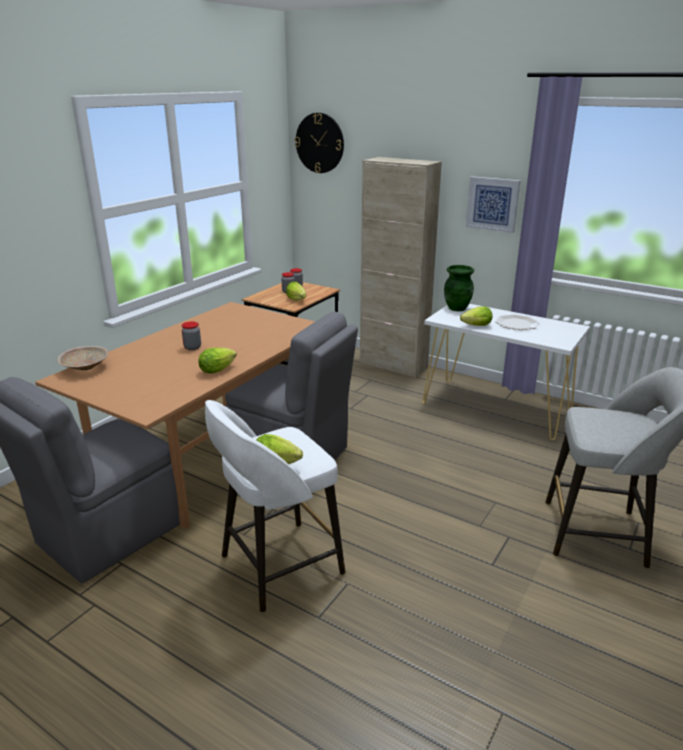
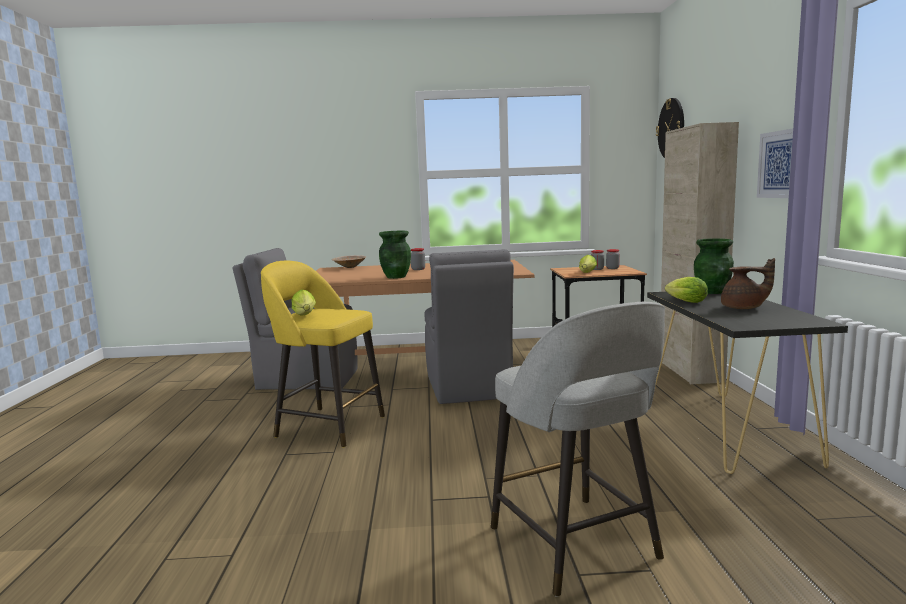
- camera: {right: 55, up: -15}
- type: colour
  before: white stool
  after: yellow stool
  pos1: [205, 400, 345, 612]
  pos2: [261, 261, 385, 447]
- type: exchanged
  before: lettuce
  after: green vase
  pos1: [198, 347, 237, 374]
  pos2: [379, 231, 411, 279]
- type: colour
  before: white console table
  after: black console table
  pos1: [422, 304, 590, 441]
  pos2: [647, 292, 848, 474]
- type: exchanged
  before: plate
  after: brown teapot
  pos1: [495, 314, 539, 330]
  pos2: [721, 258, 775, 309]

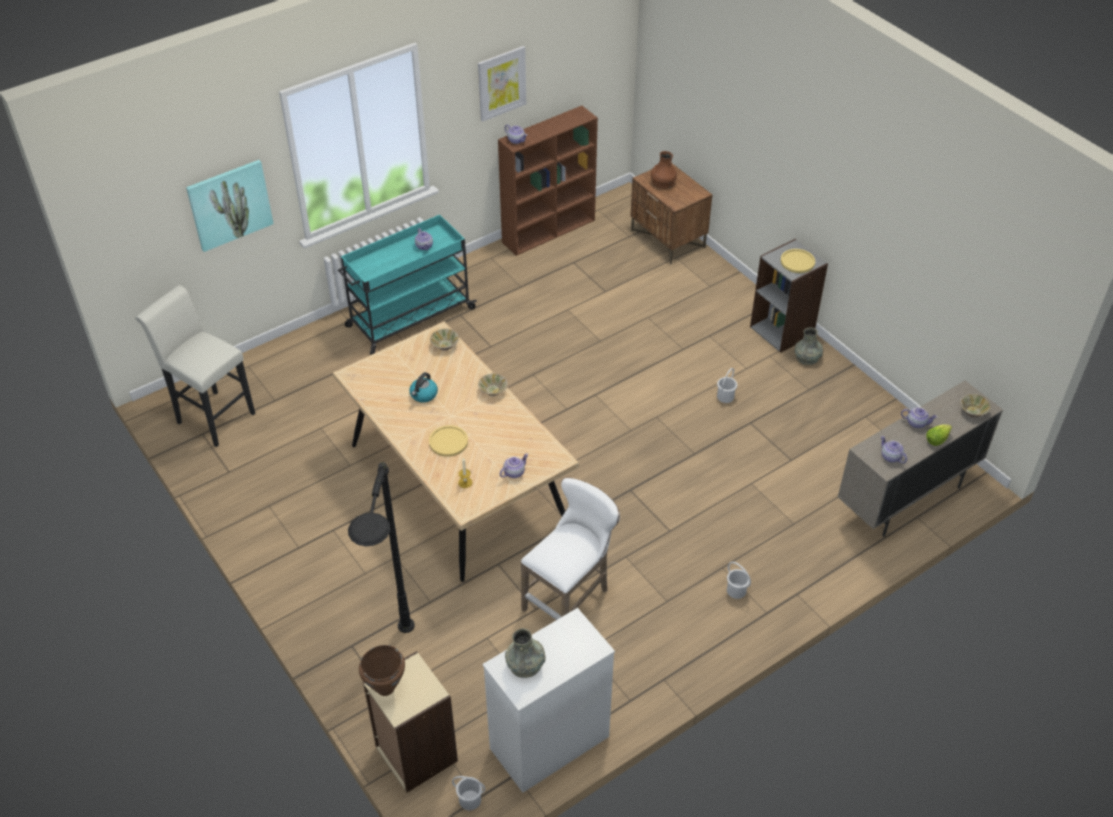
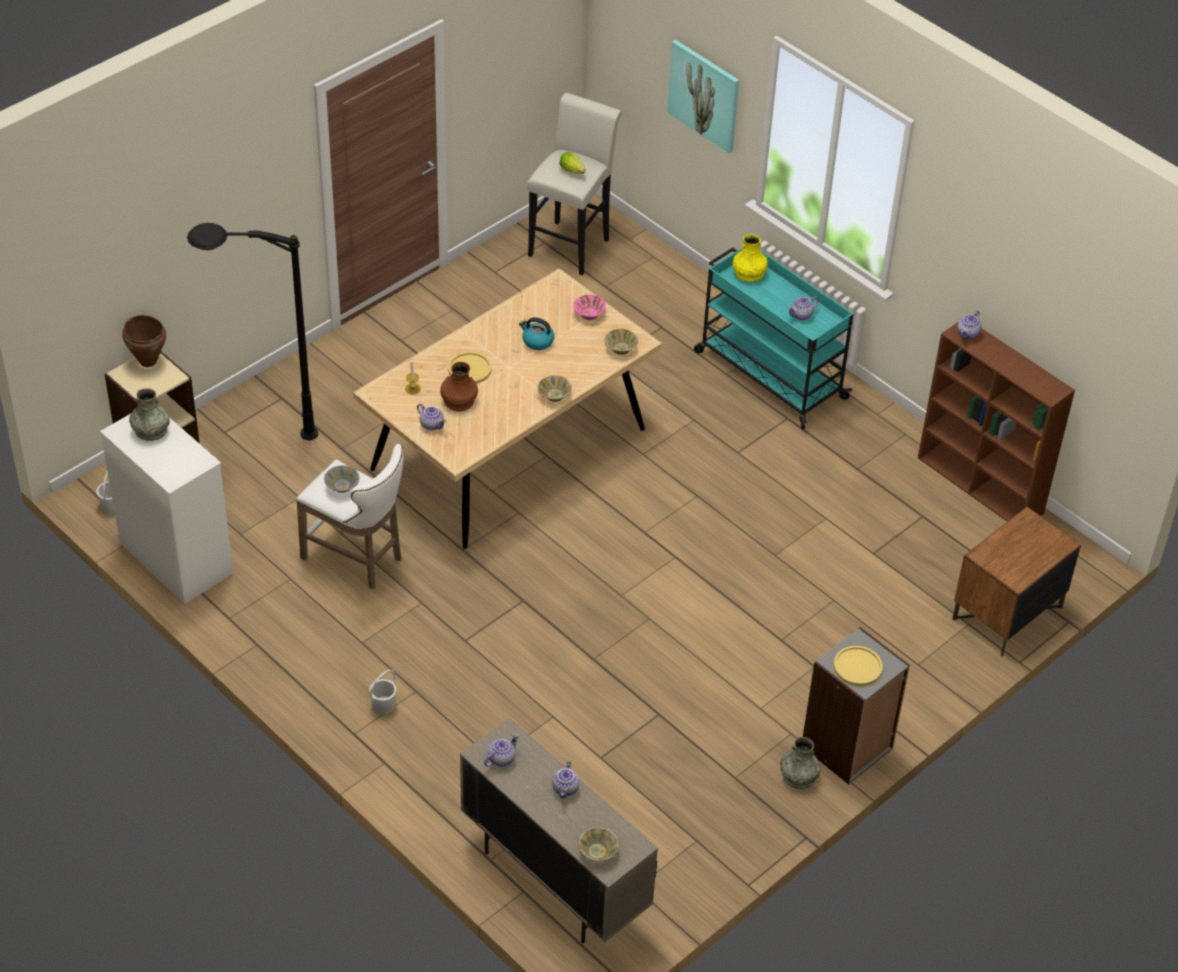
- camera: {right: 80, up: 0}
- type: appeared
  after: grey bowl
  pos2: [324, 465, 359, 493]
- type: relocated
  before: brown vase
  pos1: [651, 151, 677, 189]
  pos2: [440, 362, 478, 412]
- type: relocated
  before: lettuce
  pos1: [926, 424, 952, 446]
  pos2: [560, 152, 586, 174]
- type: appeared
  after: pink bowl
  pos2: [573, 295, 606, 320]
- type: appeared
  after: yellow vase
  pos2: [733, 234, 768, 282]
- type: missing
  before: picture
  pos1: [478, 46, 526, 122]
- type: missing
  before: white bucket
  pos1: [717, 368, 737, 403]

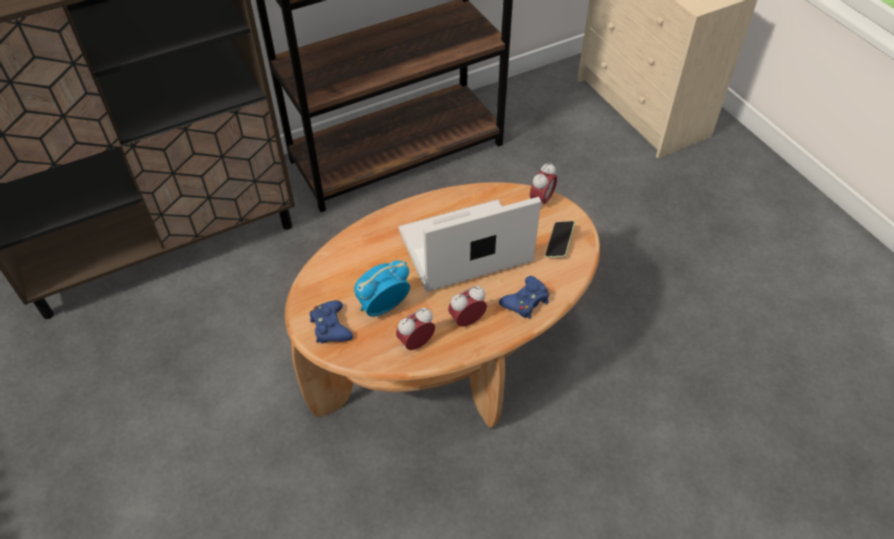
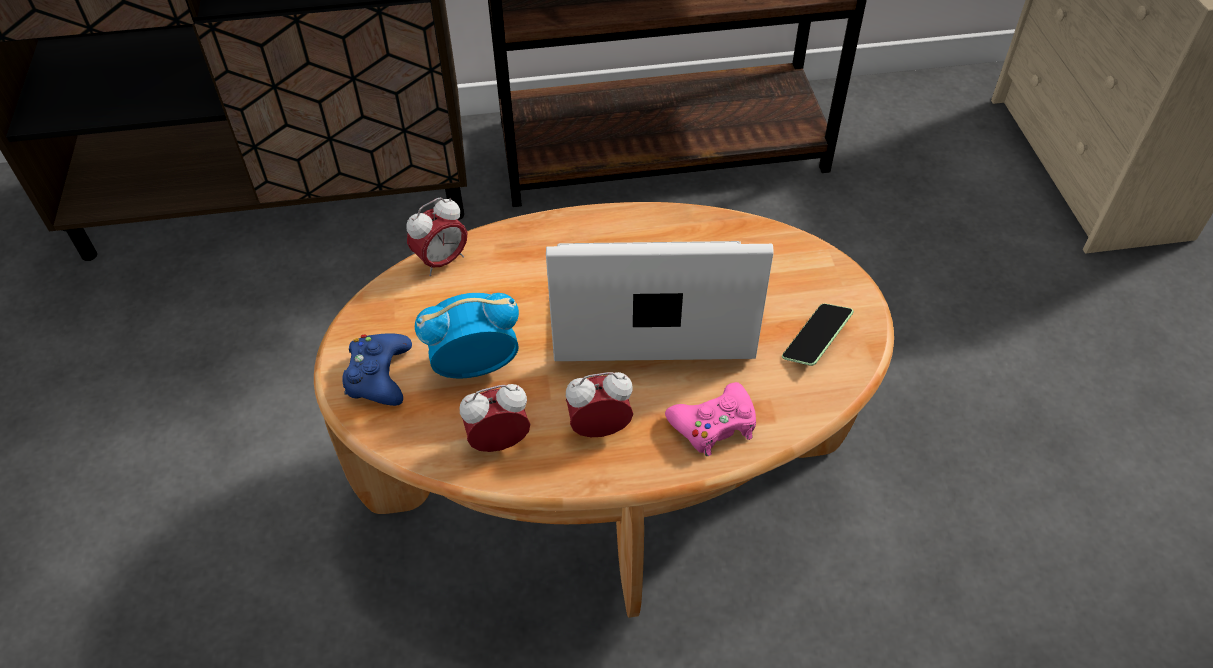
- camera: {right: 20, up: 0}
- type: relocated
  before: alarm clock
  pos1: [530, 162, 557, 209]
  pos2: [406, 197, 467, 276]
- type: colour
  before: blue game controller
  after: pink game controller
  pos1: [499, 276, 549, 319]
  pos2: [665, 382, 756, 456]

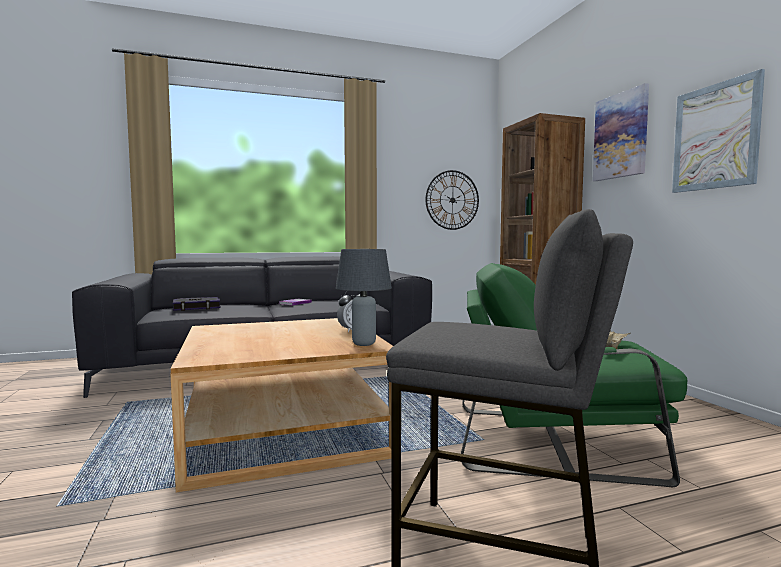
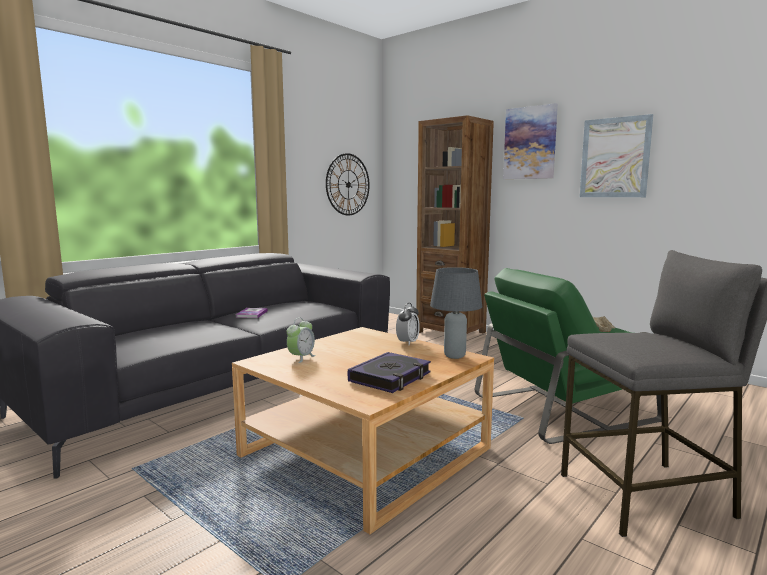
- camera: {right: -30, up: 5}
- type: appeared
  after: alarm clock
  pos2: [287, 318, 316, 363]
- type: relocated
  before: book
  pos1: [173, 297, 221, 311]
  pos2: [348, 352, 431, 393]

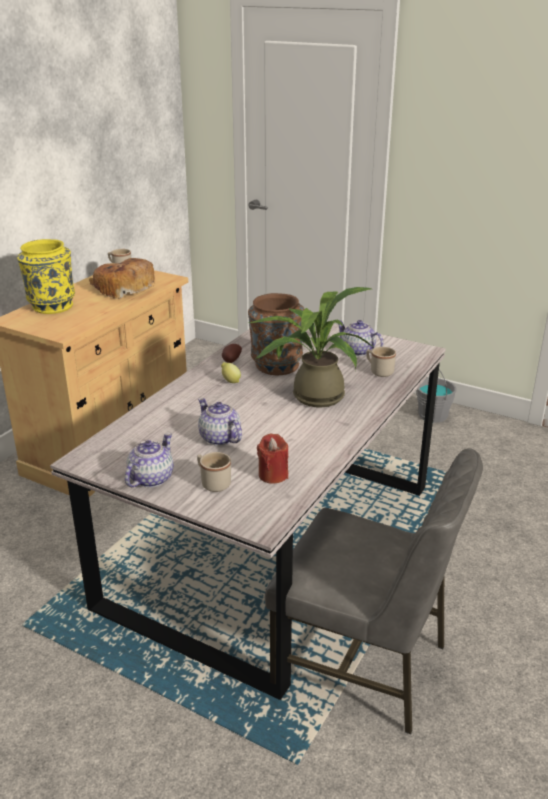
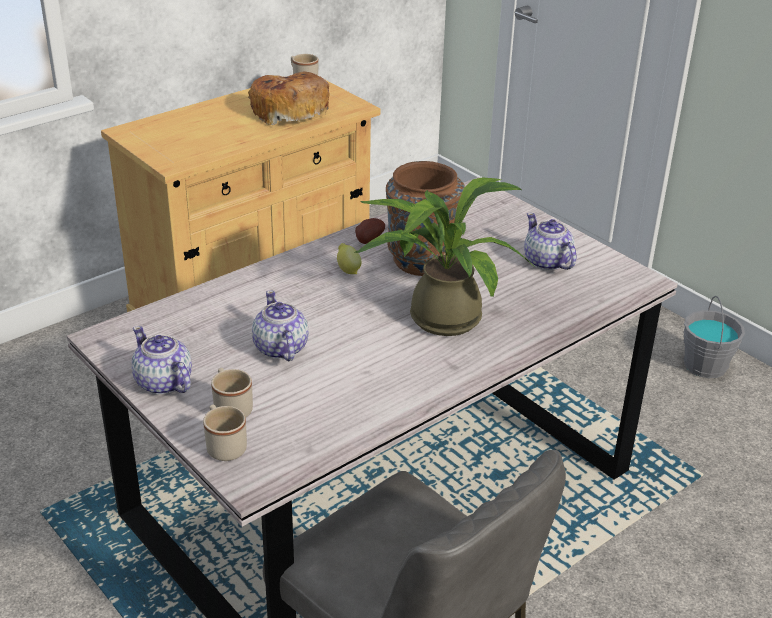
- camera: {right: 20, up: 5}
- type: spun
  before: teapot
  pos1: [125, 433, 174, 488]
  pos2: [132, 326, 192, 395]
  turn: -90
- type: relocated
  before: beige mug
  pos1: [366, 347, 396, 377]
  pos2: [203, 404, 247, 461]
- type: missing
  before: yellow vase
  pos1: [17, 239, 75, 314]
- type: missing
  before: red candle
  pos1: [257, 434, 289, 484]

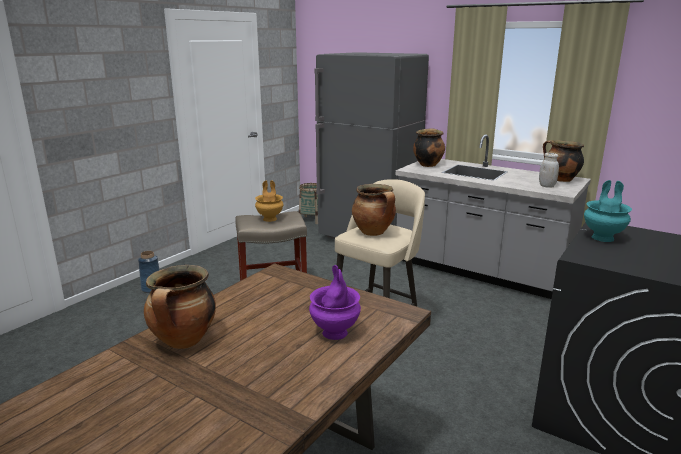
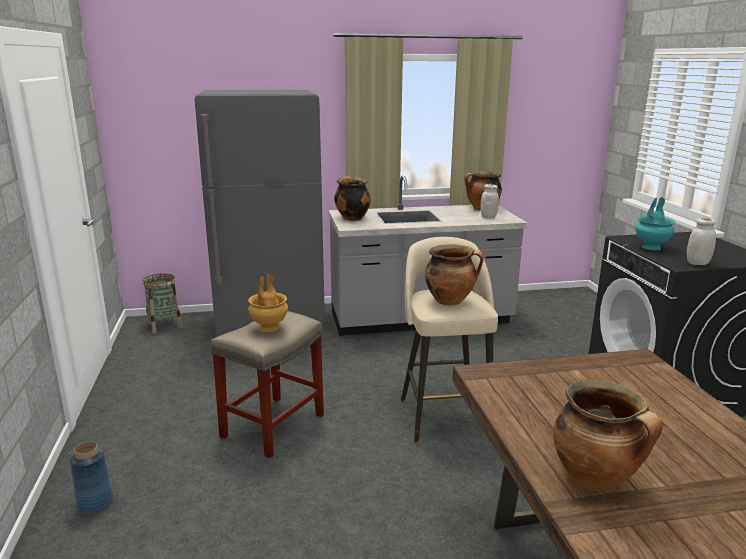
- camera: {right: -45, up: 0}
- type: appeared
  after: white jar
  pos2: [687, 218, 716, 265]
- type: missing
  before: purple vase
  pos1: [309, 265, 361, 340]

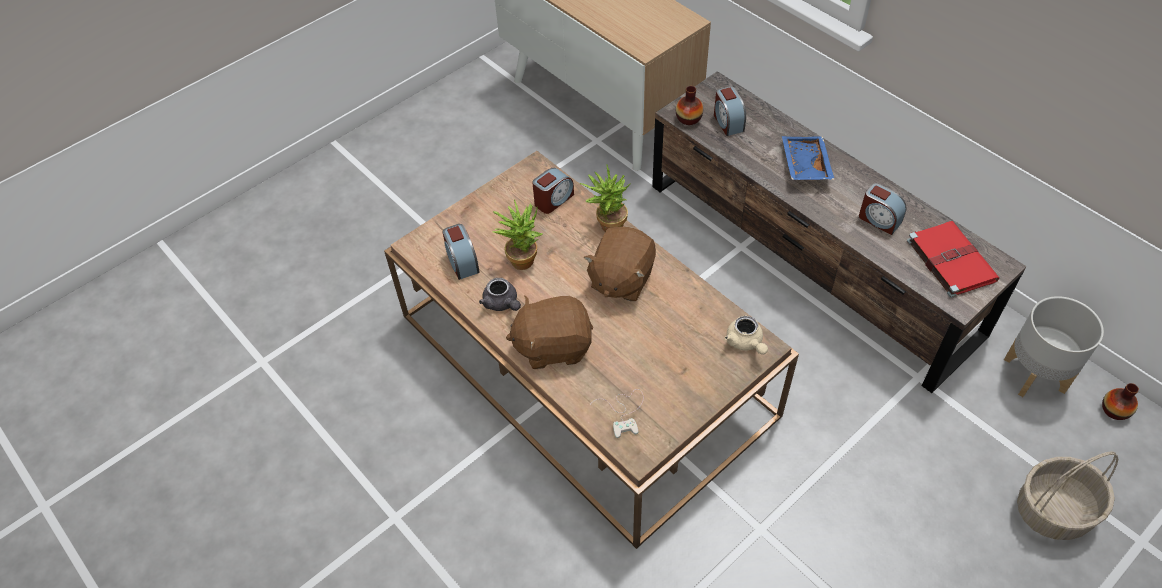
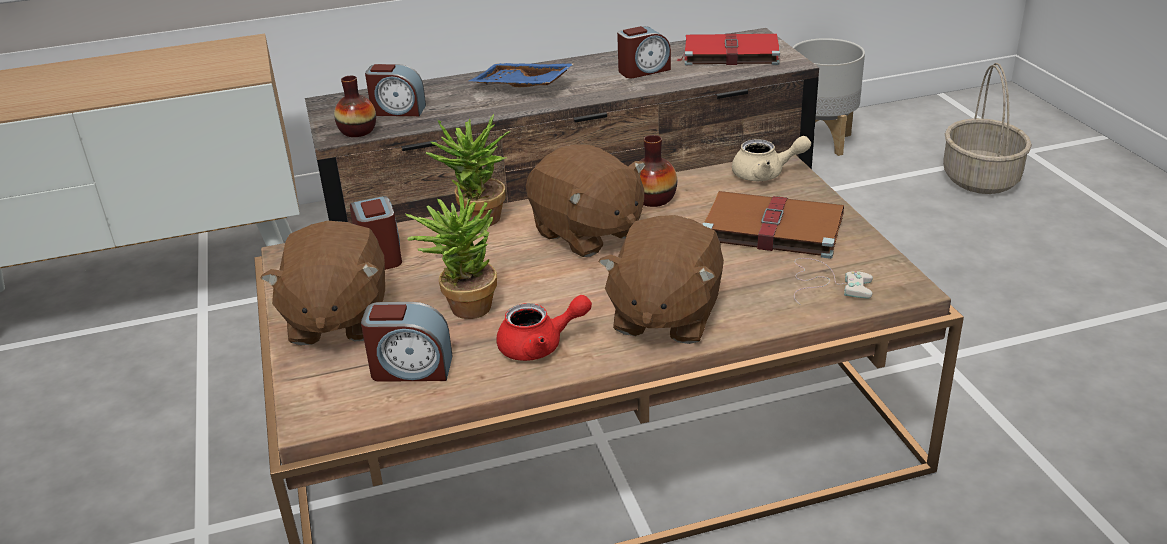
- camera: {right: -65, up: -20}
- type: appeared
  after: brown plush toy
  pos2: [260, 221, 385, 345]
- type: colour
  before: grey teapot
  after: red teapot
  pos1: [479, 278, 521, 311]
  pos2: [496, 295, 592, 361]
- type: relocated
  before: vase
  pos1: [1102, 383, 1139, 420]
  pos2: [640, 135, 677, 207]
- type: appeared
  after: brown book
  pos2: [702, 191, 844, 259]

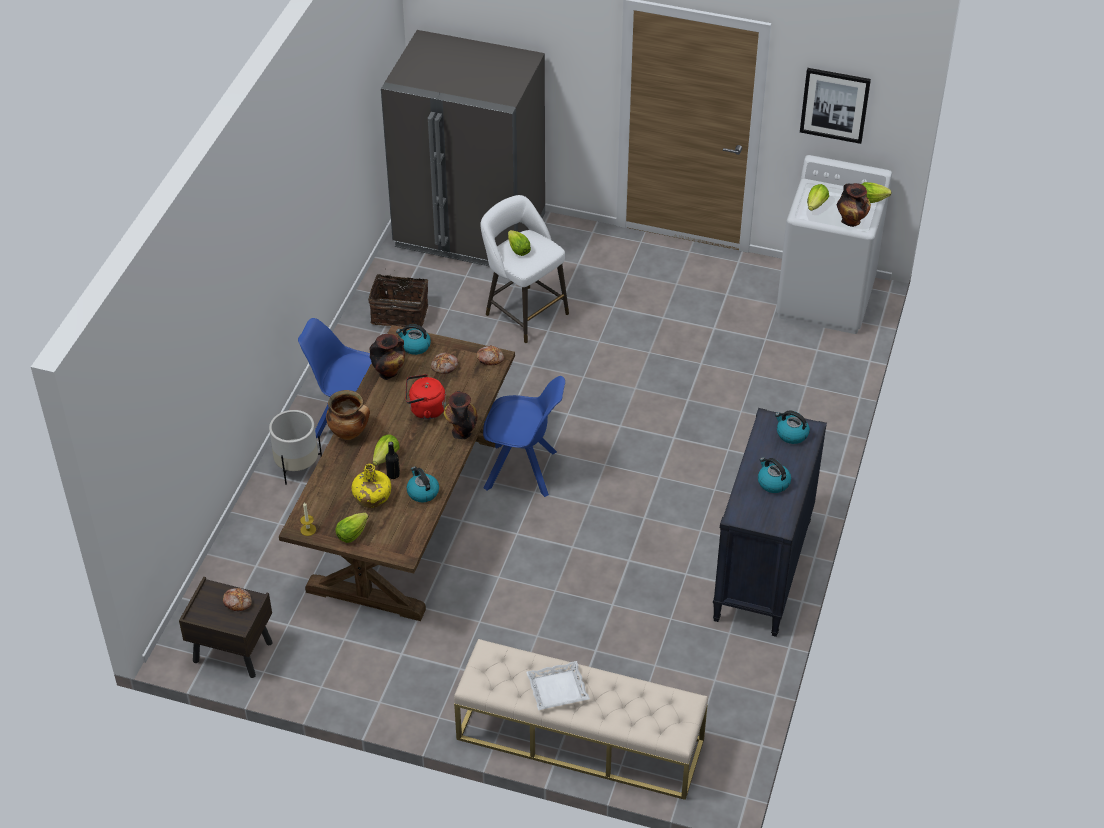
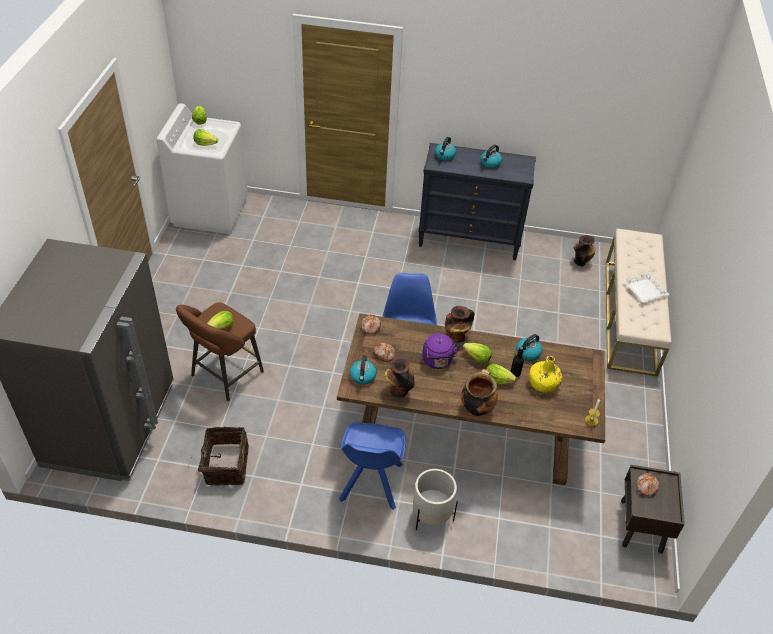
- camera: {right: -100, up: 0}
- type: colour
  before: white stool
  after: brown stool
  pos1: [481, 195, 569, 343]
  pos2: [176, 302, 264, 401]
- type: colour
  before: red kettle
  after: purple kettle
  pos1: [406, 374, 446, 419]
  pos2: [422, 333, 461, 369]
- type: relocated
  before: lettuce
  pos1: [335, 513, 369, 543]
  pos2: [463, 343, 492, 363]
- type: relocated
  before: vase
  pos1: [837, 183, 871, 227]
  pos2: [573, 235, 595, 266]
- type: missing
  before: picture
  pos1: [800, 68, 871, 144]

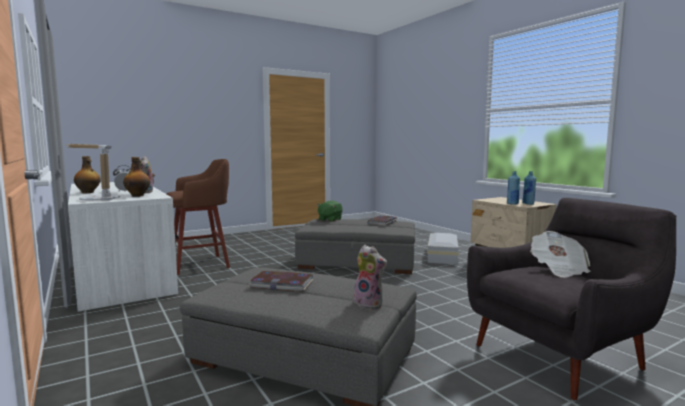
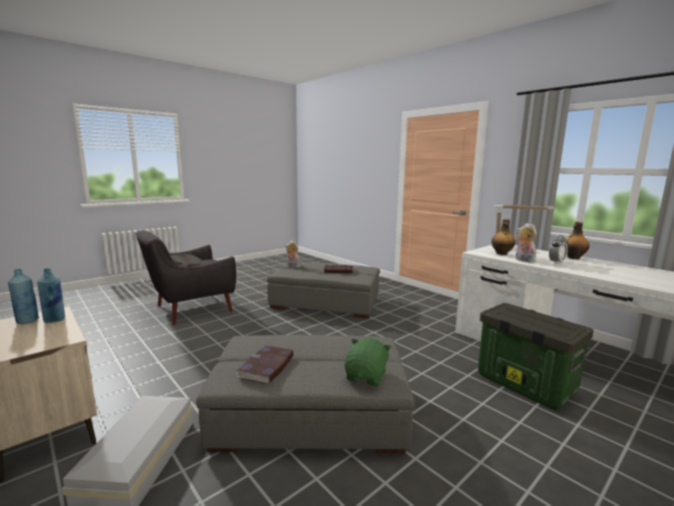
- camera: {right: 170, up: 5}
- type: exchanged
  before: brown stool
  after: storage box
  pos1: [167, 159, 230, 275]
  pos2: [478, 303, 594, 410]

